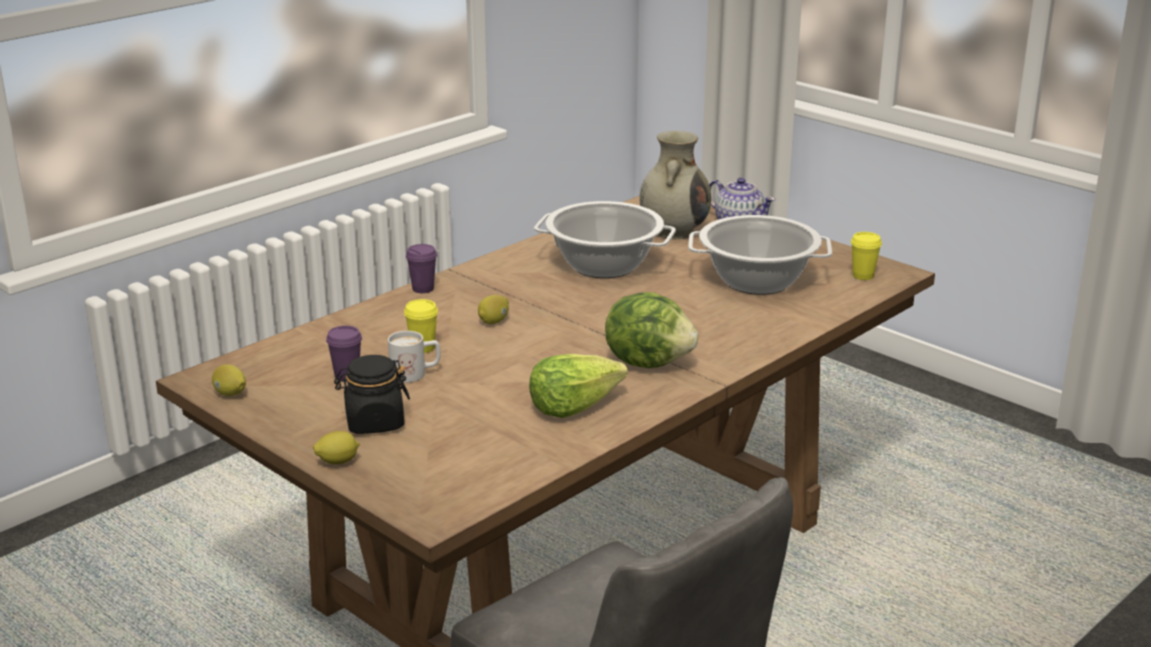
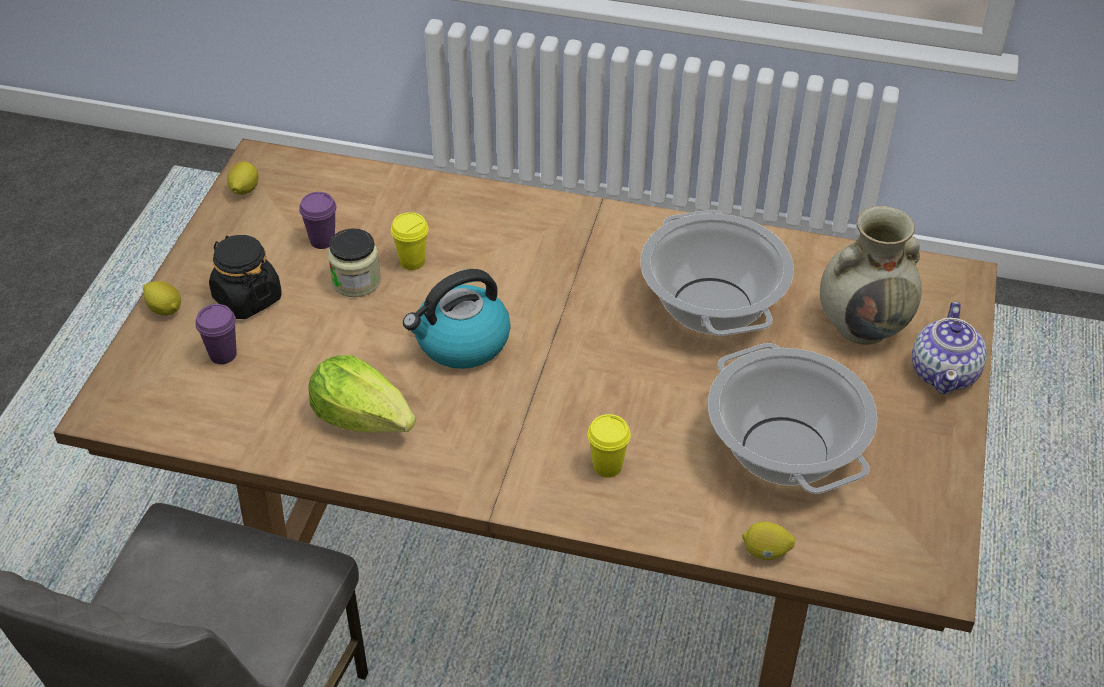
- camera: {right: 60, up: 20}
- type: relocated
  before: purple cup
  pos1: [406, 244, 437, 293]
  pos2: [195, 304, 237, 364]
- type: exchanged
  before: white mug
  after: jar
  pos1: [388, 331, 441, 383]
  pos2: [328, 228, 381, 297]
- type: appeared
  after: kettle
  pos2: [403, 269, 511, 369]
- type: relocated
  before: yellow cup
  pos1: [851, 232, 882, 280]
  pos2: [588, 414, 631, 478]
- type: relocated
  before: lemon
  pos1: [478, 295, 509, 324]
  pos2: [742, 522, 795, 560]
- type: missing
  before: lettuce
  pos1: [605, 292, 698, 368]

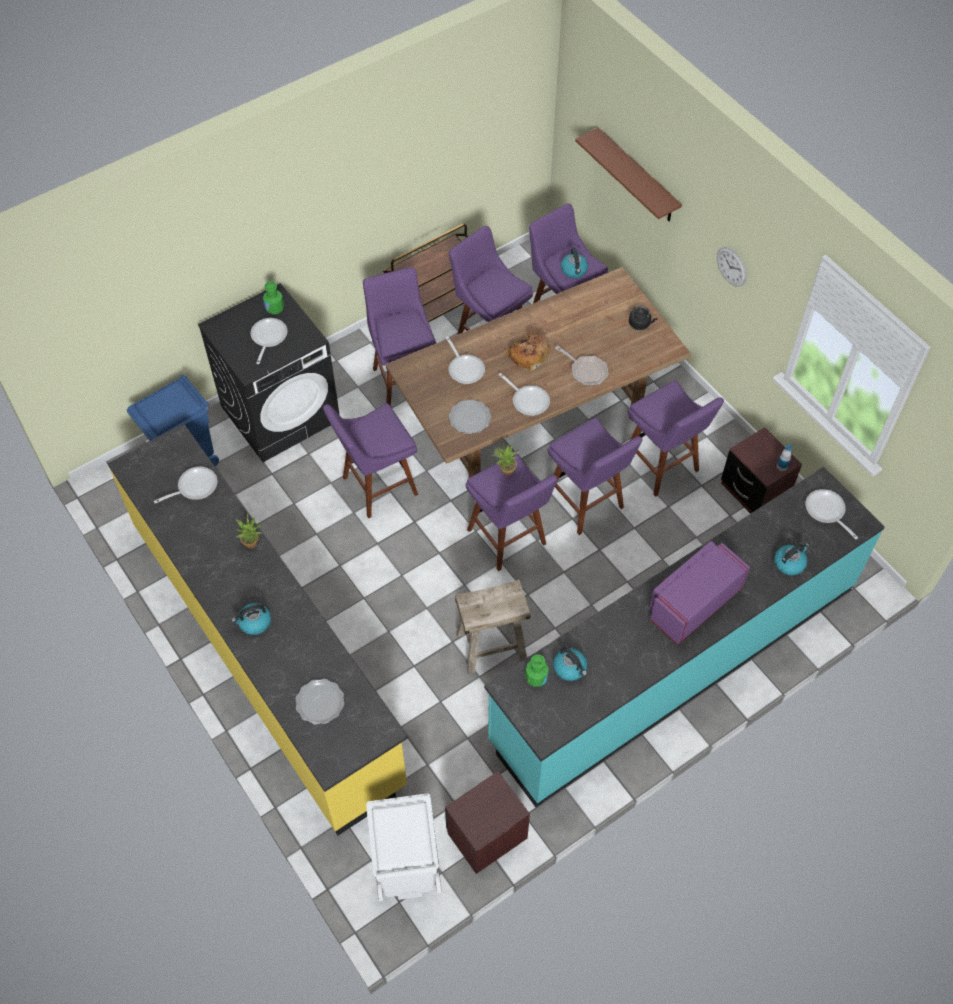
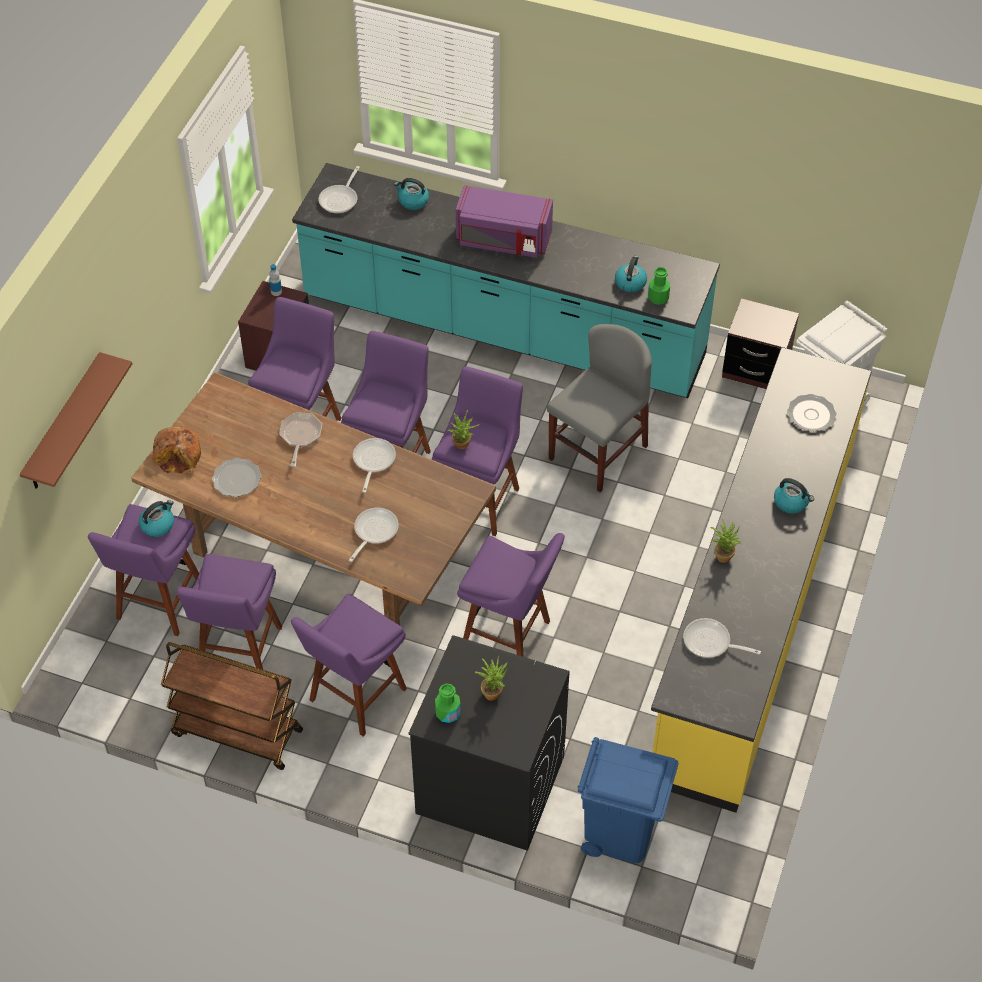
- camera: {right: -125, up: -5}
- type: relocated
  before: bread
  pos1: [504, 331, 550, 371]
  pos2: [152, 426, 201, 475]
- type: relocated
  before: plate
  pos1: [449, 399, 492, 434]
  pos2: [212, 458, 262, 497]
- type: exchanged
  before: frying pan
  after: potted plant
  pos1: [251, 318, 288, 364]
  pos2: [475, 656, 507, 700]
- type: exchanged
  before: beige stool
  after: grey chair
  pos1: [455, 580, 530, 675]
  pos2: [547, 324, 652, 492]
- type: missing
  before: black kettle
  pos1: [629, 306, 658, 330]
- type: missing
  before: wall clock
  pos1: [717, 247, 746, 287]

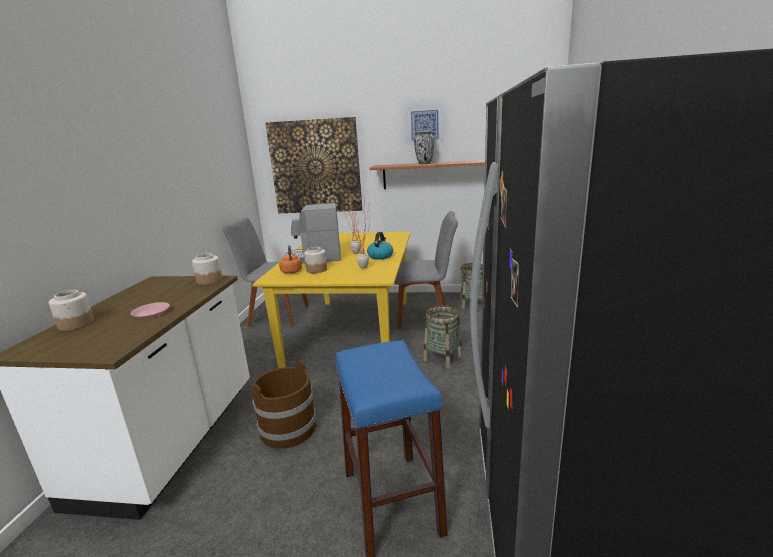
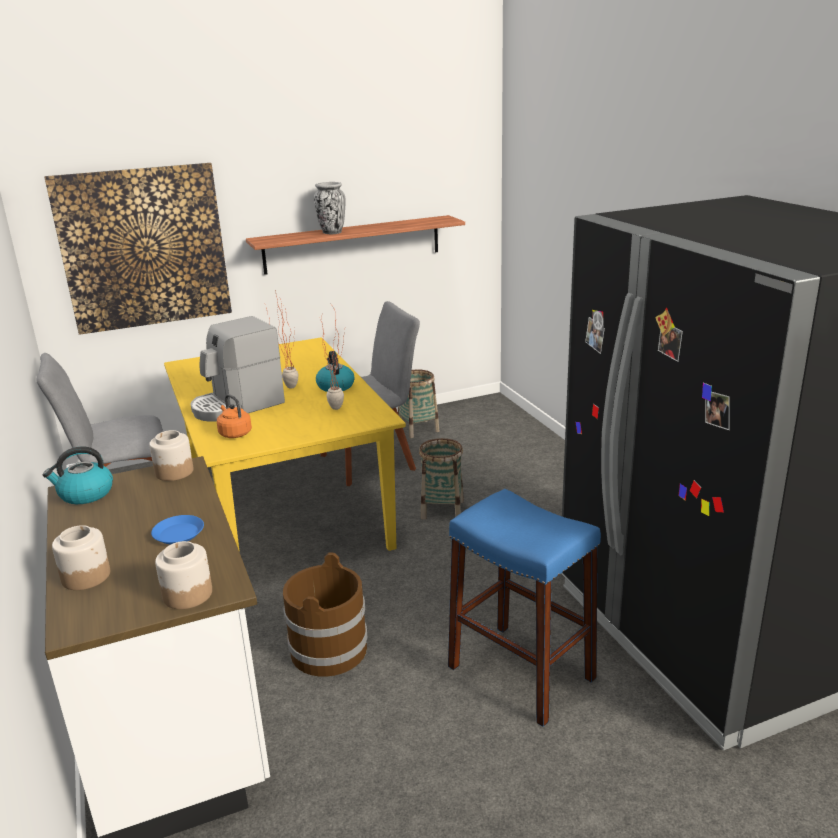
- camera: {right: -30, up: 5}
- type: appeared
  after: kettle
  pos2: [43, 446, 113, 504]
- type: colour
  before: pink plate
  after: blue plate
  pos1: [131, 302, 170, 319]
  pos2: [151, 515, 204, 544]
- type: relocated
  before: jar
  pos1: [304, 247, 327, 273]
  pos2: [155, 541, 212, 609]
- type: missing
  before: picture
  pos1: [405, 104, 444, 145]

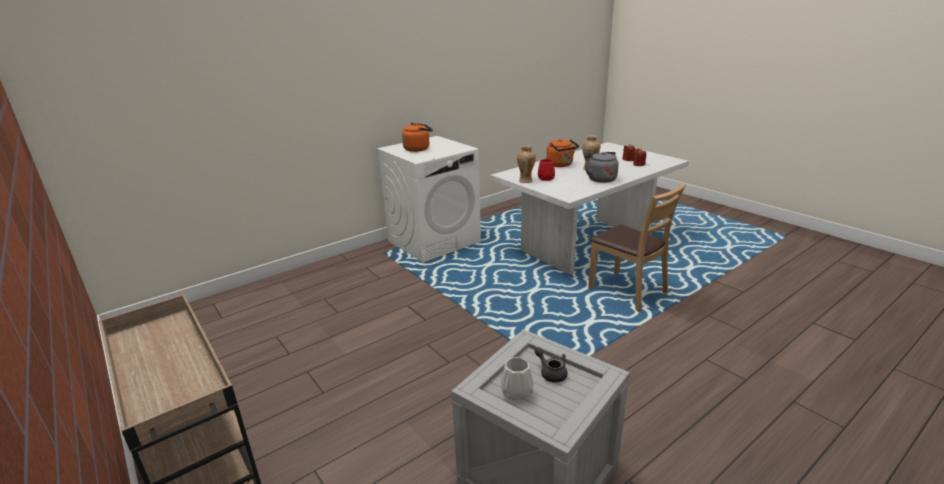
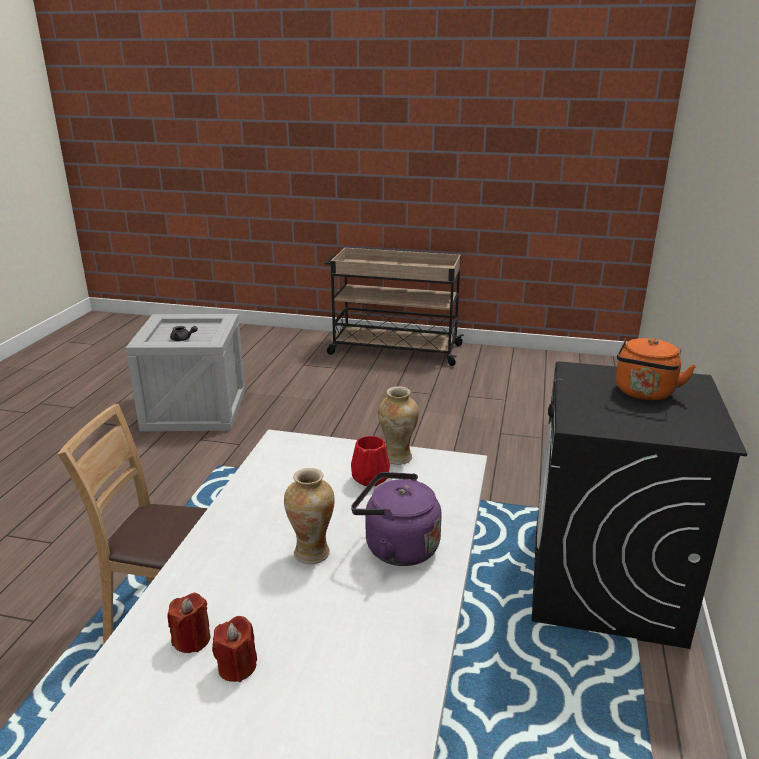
- camera: {right: 140, up: 0}
- type: colour
  before: orange kettle
  after: purple kettle
  pos1: [546, 139, 579, 167]
  pos2: [351, 472, 442, 566]
- type: colour
  before: white washing machine
  after: black washing machine
  pos1: [377, 136, 481, 263]
  pos2: [532, 361, 747, 649]
- type: missing
  before: white vase
  pos1: [501, 357, 533, 400]
- type: missing
  before: grey kettle
  pos1: [584, 152, 619, 183]

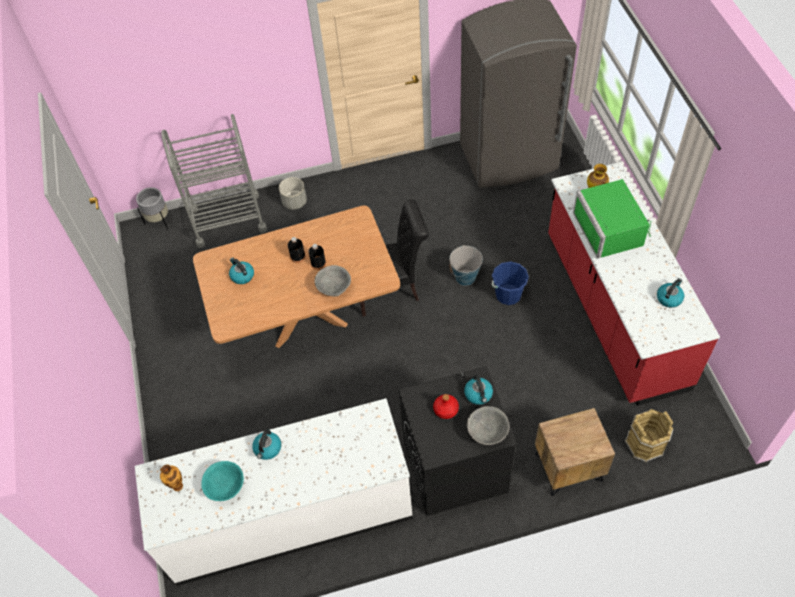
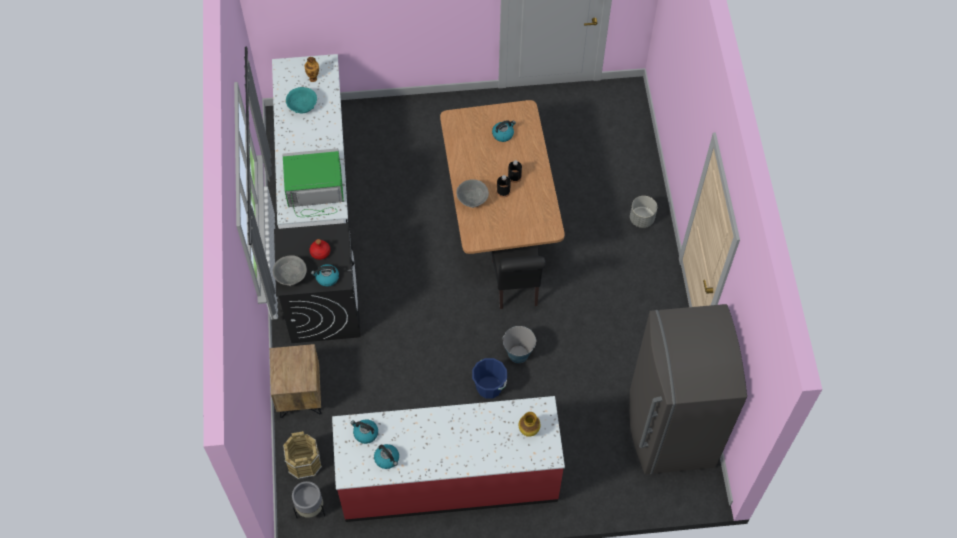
- camera: {right: 95, up: 5}
- type: relocated
  before: green microwave
  pos1: [573, 179, 651, 259]
  pos2: [283, 148, 344, 217]
- type: relocated
  before: grey planter
  pos1: [136, 187, 168, 229]
  pos2: [292, 481, 325, 518]
- type: relocated
  before: kettle
  pos1: [252, 430, 281, 460]
  pos2: [350, 419, 378, 444]
- type: missing
  before: grey cart
  pos1: [161, 114, 267, 248]

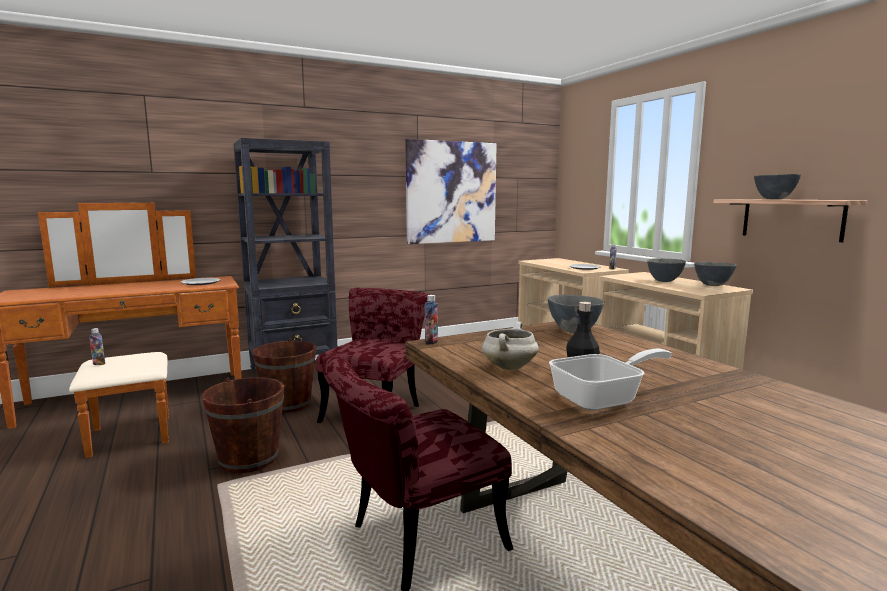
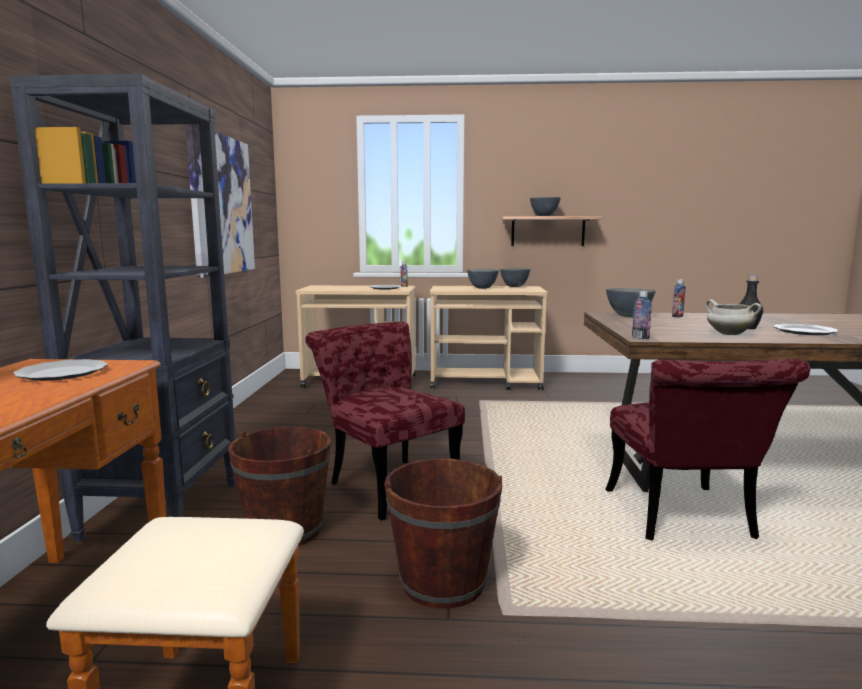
- camera: {right: -60, up: 0}
- type: relocated
  before: bottle
  pos1: [89, 328, 105, 365]
  pos2: [672, 279, 686, 317]
- type: exchanged
  before: frying pan
  after: plate
  pos1: [549, 349, 672, 411]
  pos2: [773, 324, 839, 335]

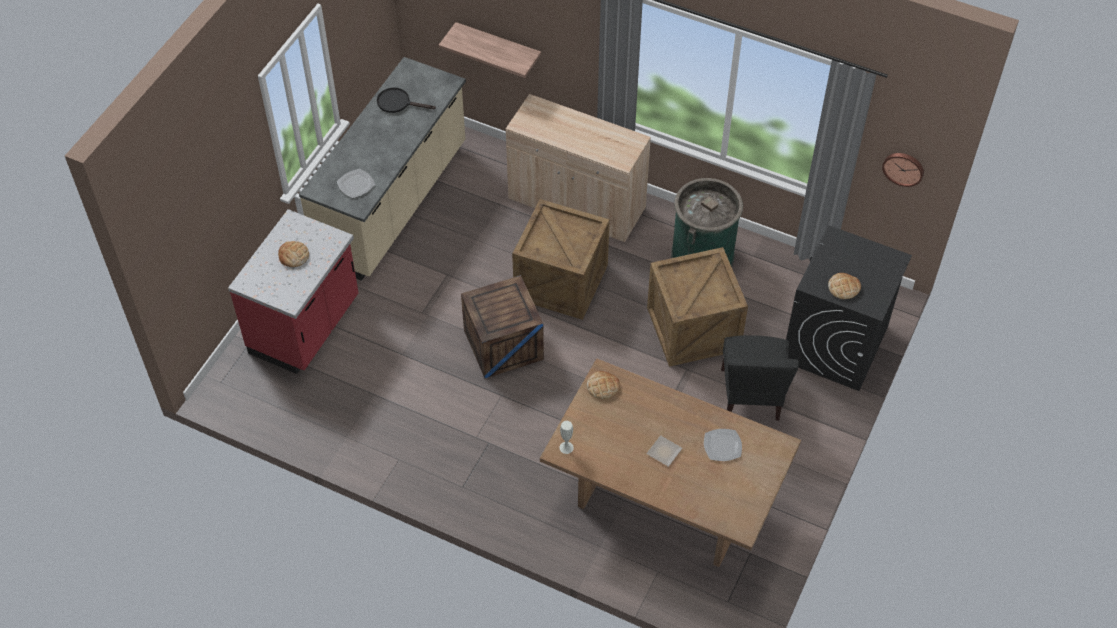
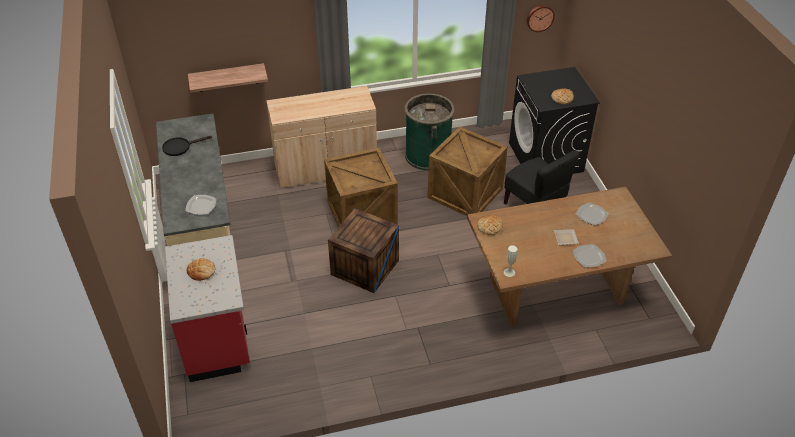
- camera: {right: -40, up: -10}
- type: appeared
  after: plate
  pos2: [573, 244, 607, 267]

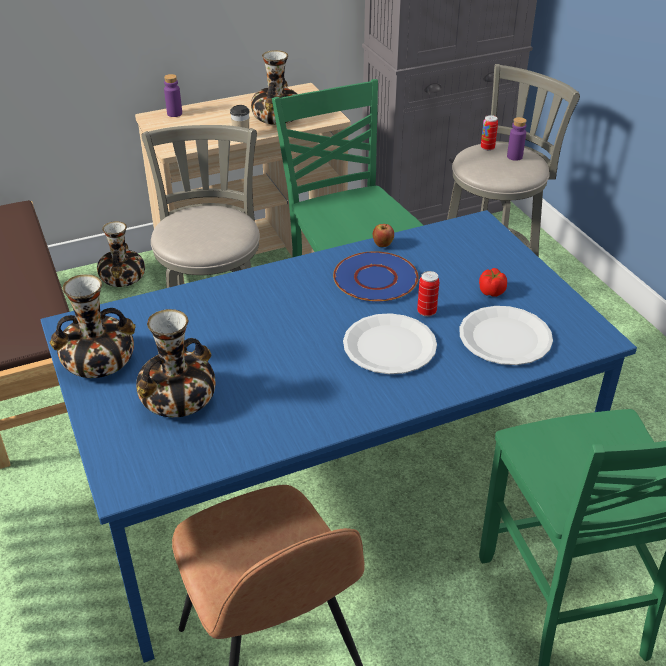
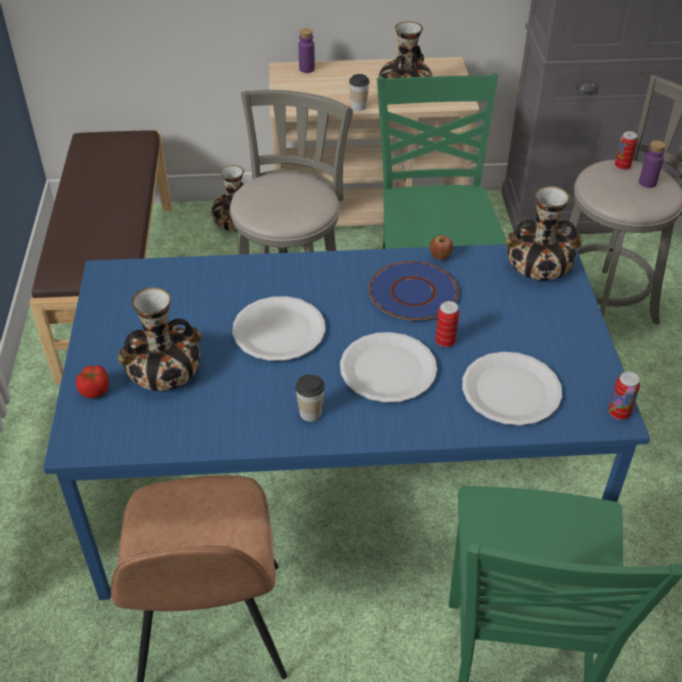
- camera: {right: 20, up: 5}
- type: relocated
  before: tomato
  pos1: [479, 268, 507, 297]
  pos2: [76, 365, 109, 399]
- type: appeared
  after: white plate
  pos2: [232, 296, 325, 361]
- type: appeared
  after: cup
  pos2: [295, 374, 325, 422]
- type: relocated
  before: vase
  pos1: [50, 274, 136, 378]
  pos2: [506, 186, 582, 281]
- type: appeared
  after: can
  pos2: [609, 372, 640, 420]

